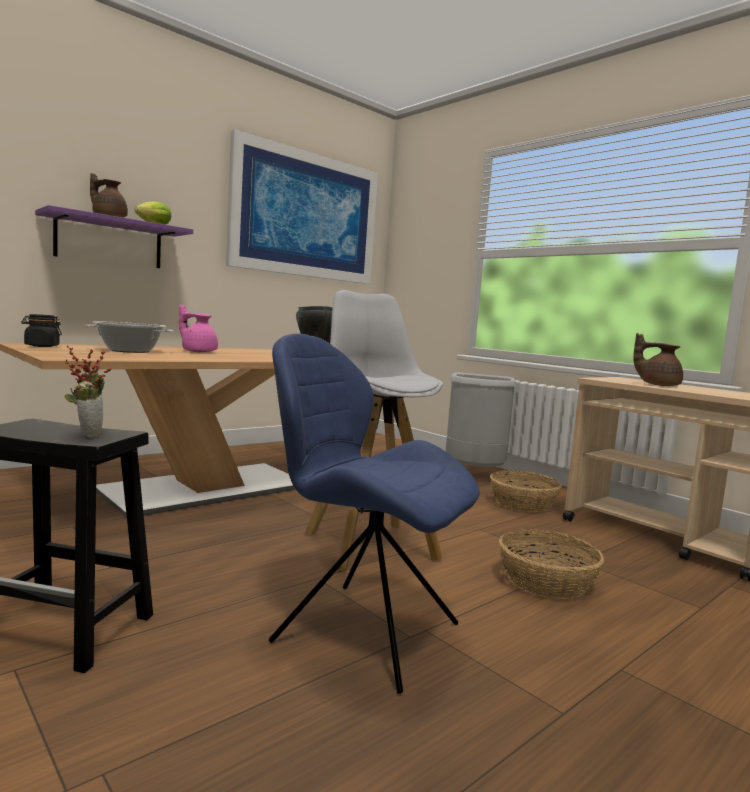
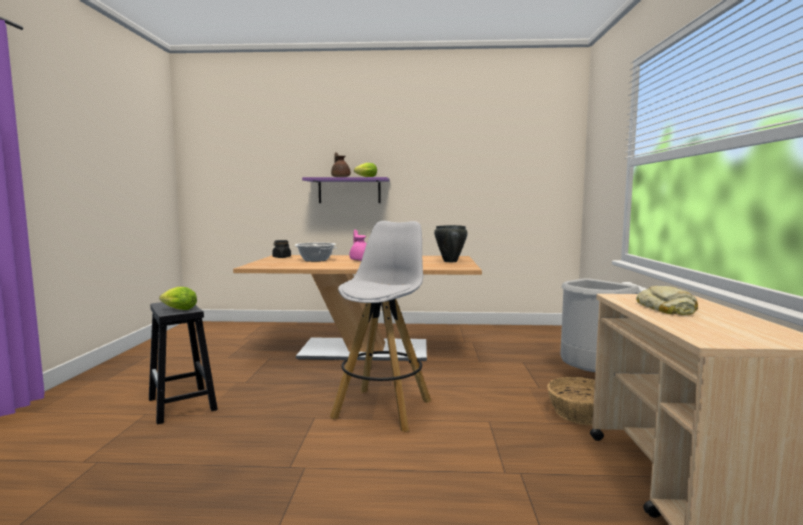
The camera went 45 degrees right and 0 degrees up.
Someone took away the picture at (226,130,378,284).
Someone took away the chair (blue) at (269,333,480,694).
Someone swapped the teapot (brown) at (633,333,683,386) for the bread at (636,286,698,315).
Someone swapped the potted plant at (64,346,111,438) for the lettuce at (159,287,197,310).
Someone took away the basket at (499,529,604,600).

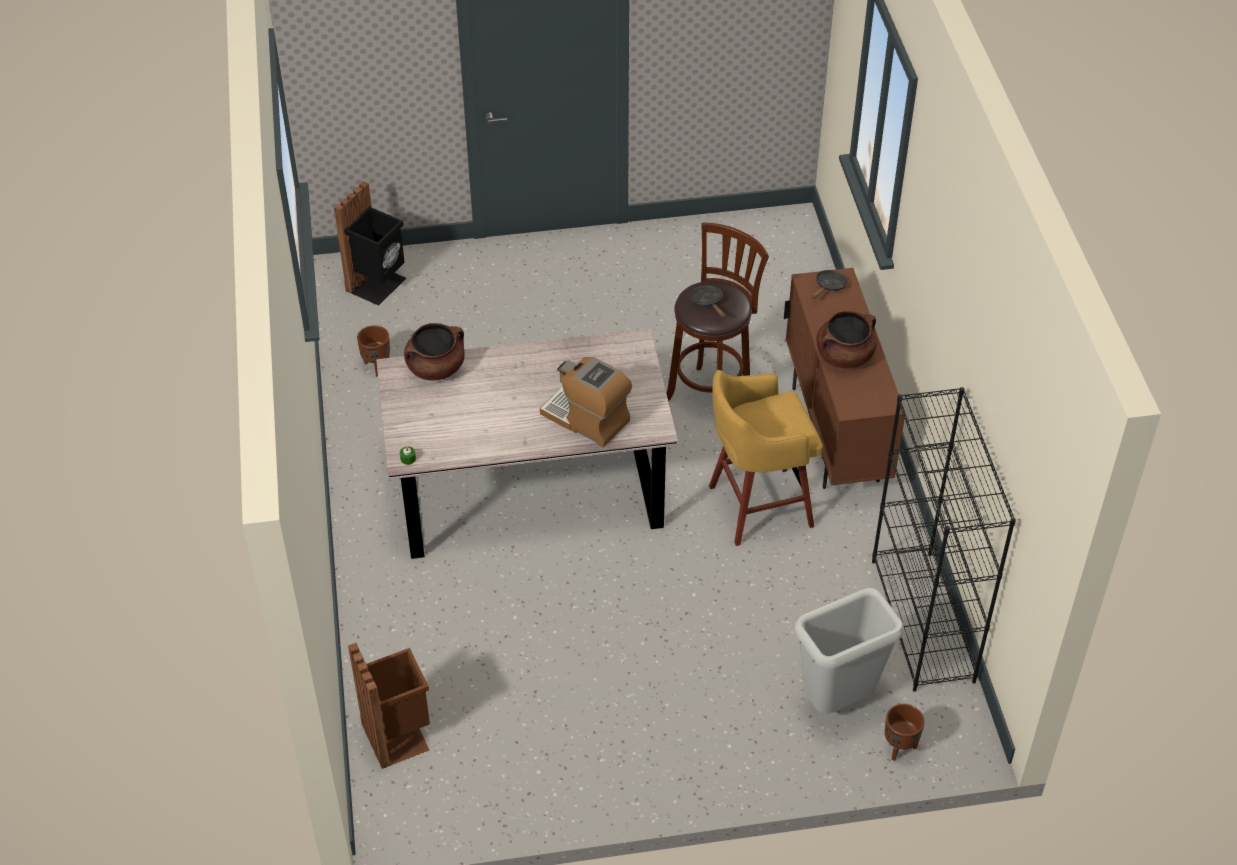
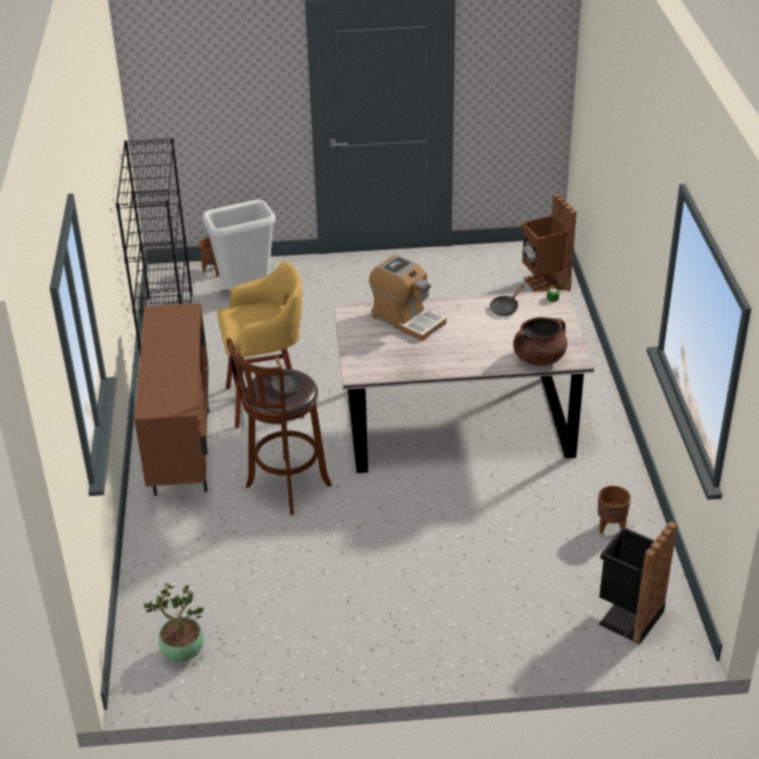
The camera went 175 degrees left and 10 degrees down.
Someone carried the frying pan (black) from (811,270,848,299) to (490,285,524,316).
Someone took away the cooking pot (brown) at (816,311,877,368).
Someone put down the potted plant at (144,583,204,662).

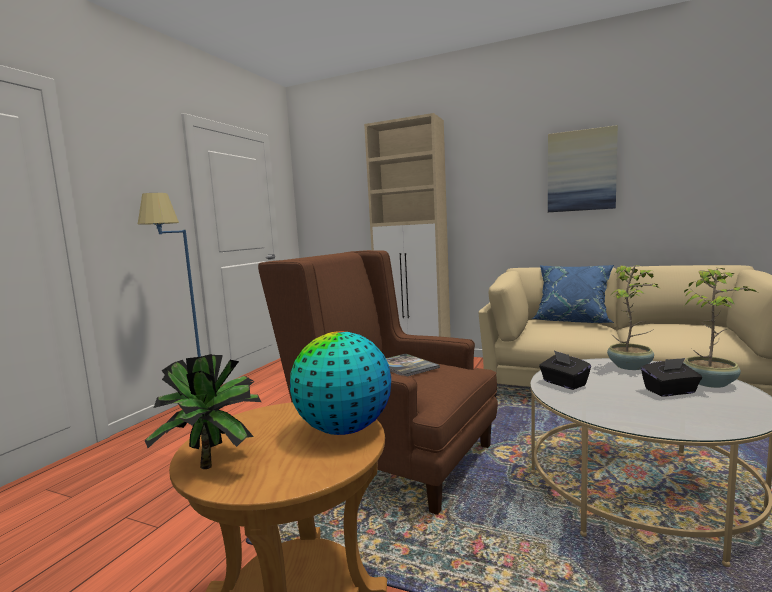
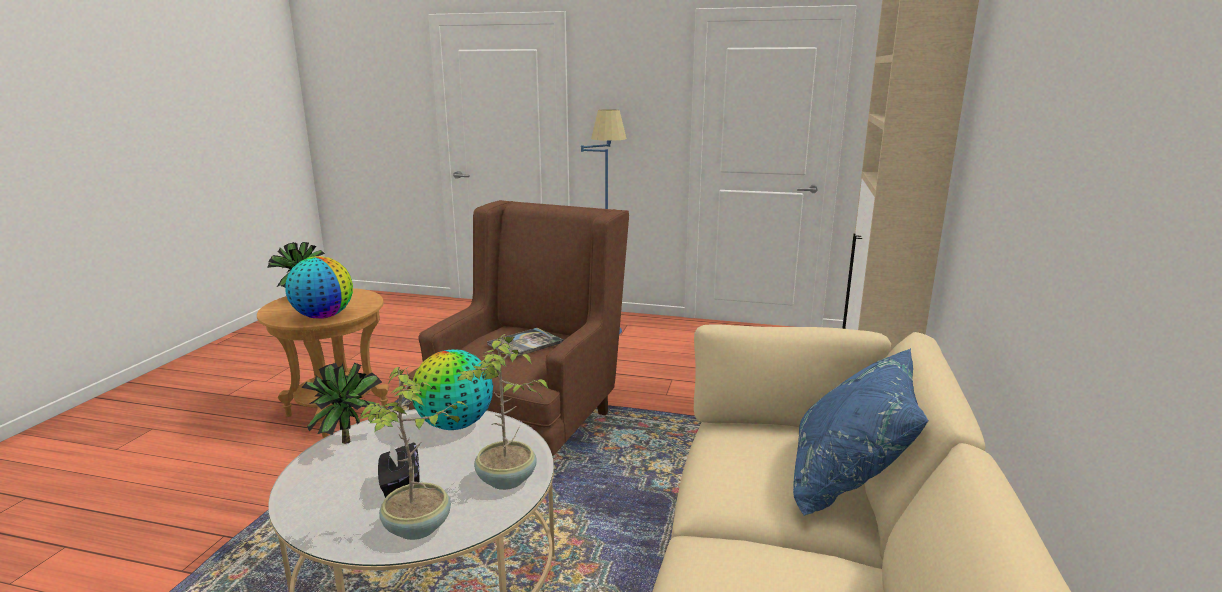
The camera went 80 degrees right and 10 degrees up.
Someone took away the picture at (548,125,618,212).
Someone swapped the tissue box (black) at (539,351,591,390) for the globe at (412,349,493,430).
Someone put down the potted plant at (301,362,385,444).

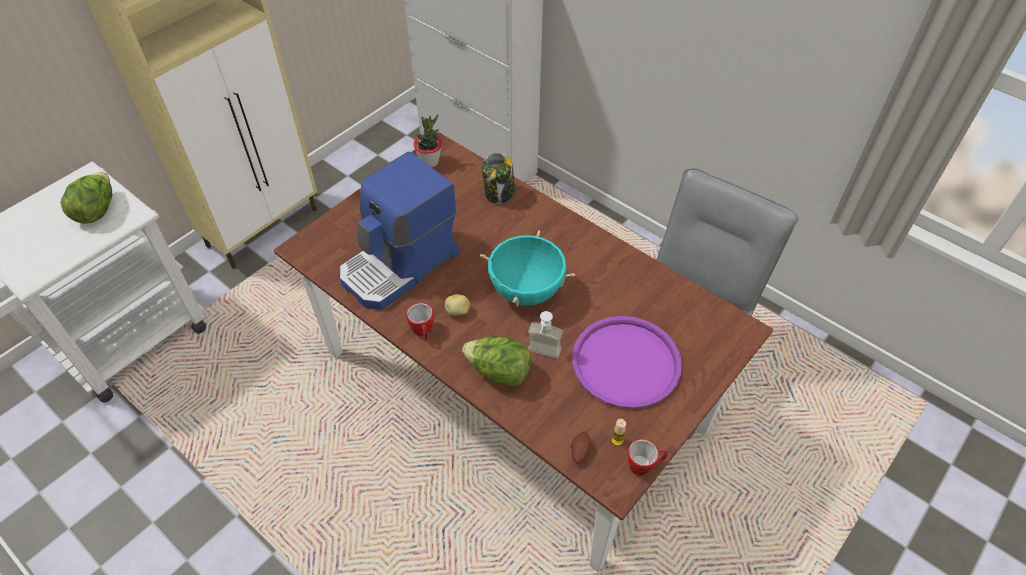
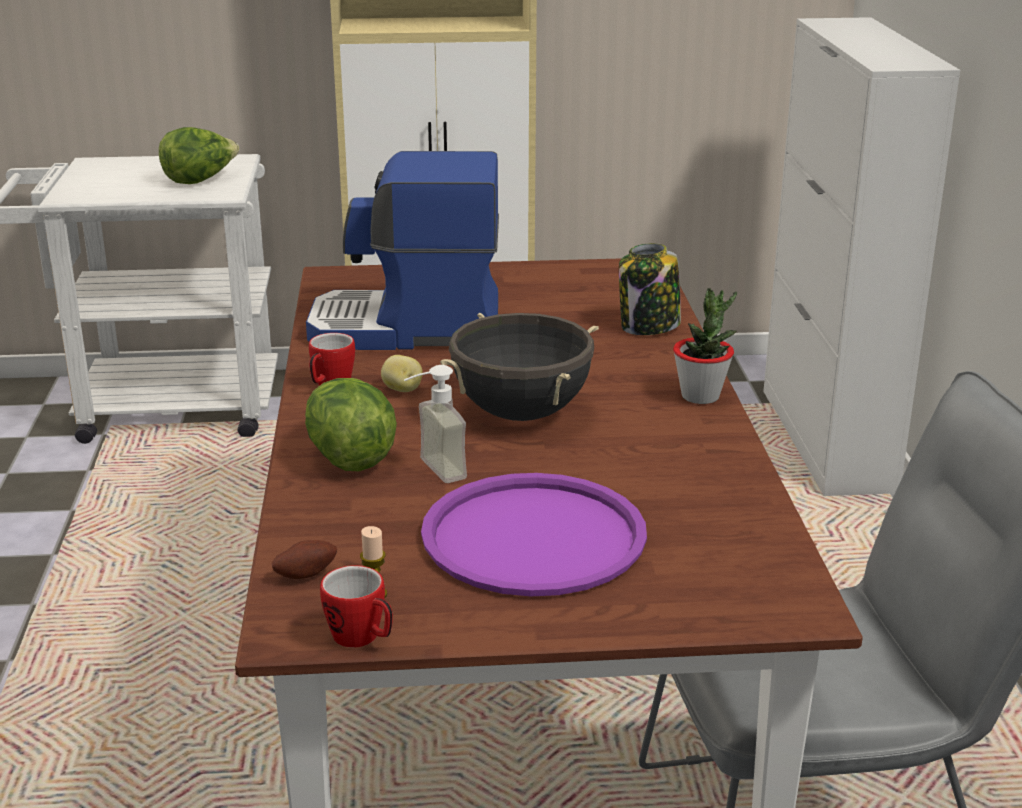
The camera went 45 degrees right and 25 degrees down.
Someone carried the potted plant from (413,114,442,167) to (673,288,737,404).
Someone repainted the cooking pot (turquoise) at (480,230,575,306), which became the cooking pot (black) at (440,313,599,421).

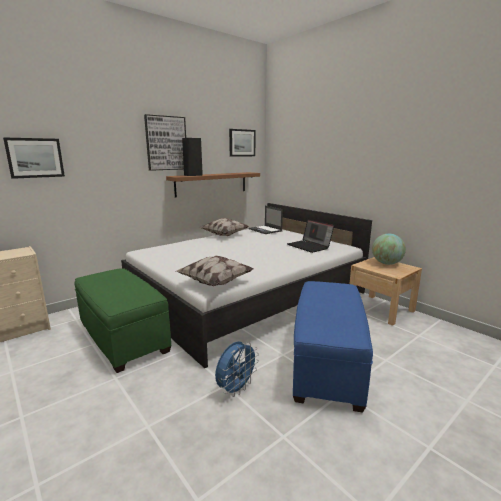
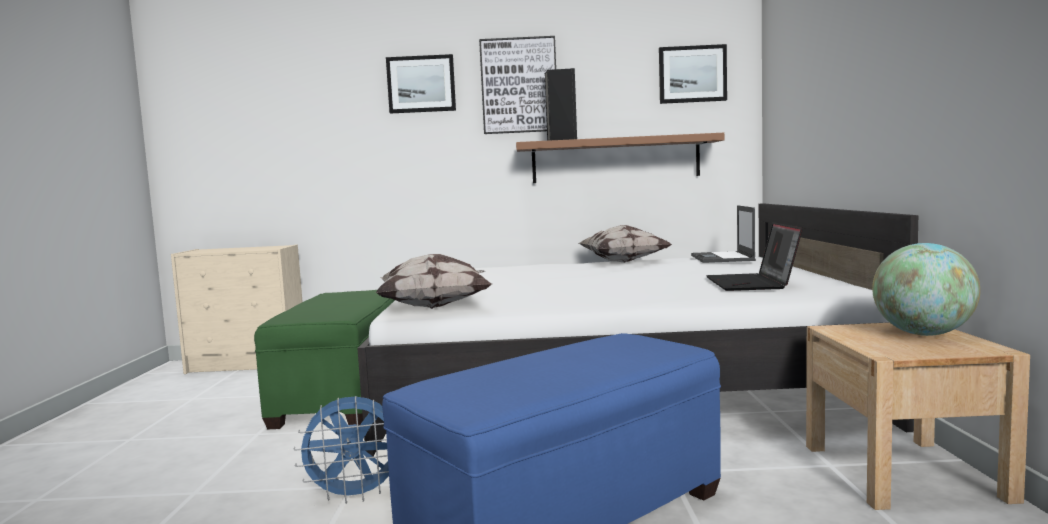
The camera went 40 degrees right and 10 degrees down.
Someone carried the picture from (3,137,65,179) to (386,54,456,114).

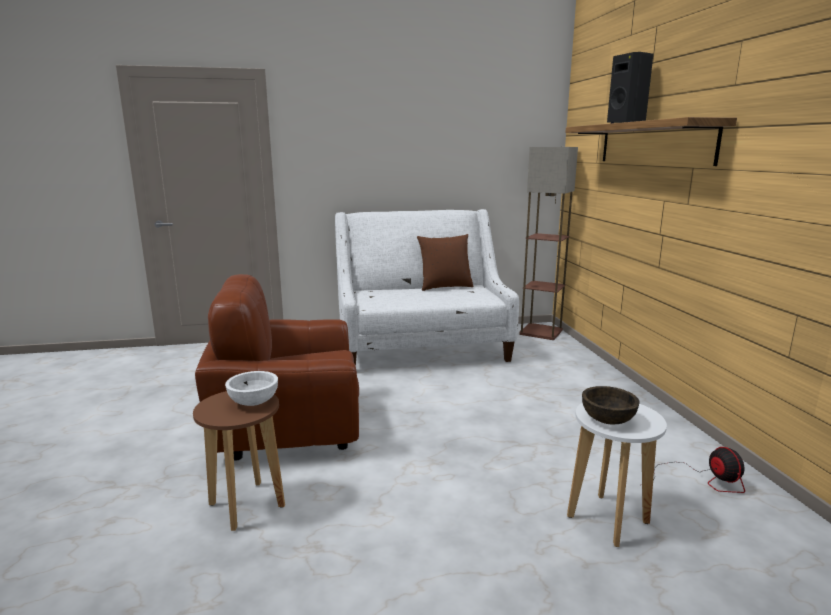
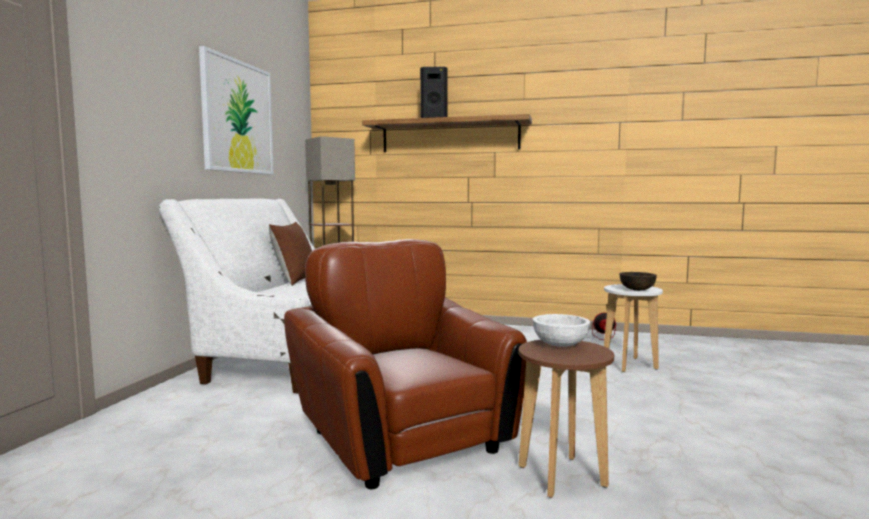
The camera went 65 degrees left and 10 degrees down.
Someone rotated the armchair (brown) at (195,274,359,460) by 135 degrees clockwise.
Someone put up the picture at (199,46,274,175).

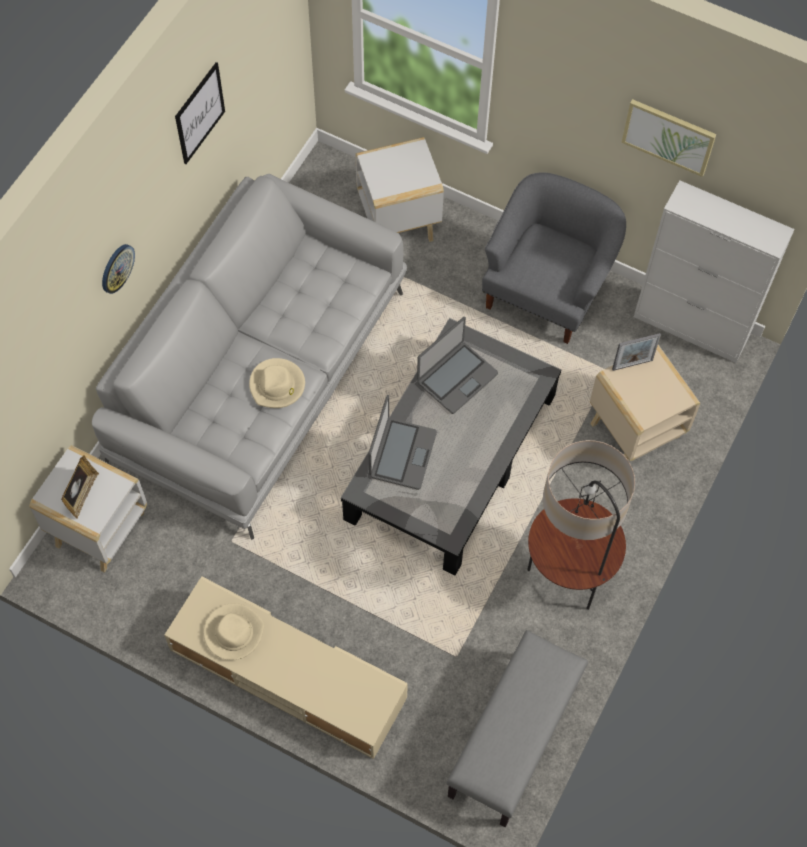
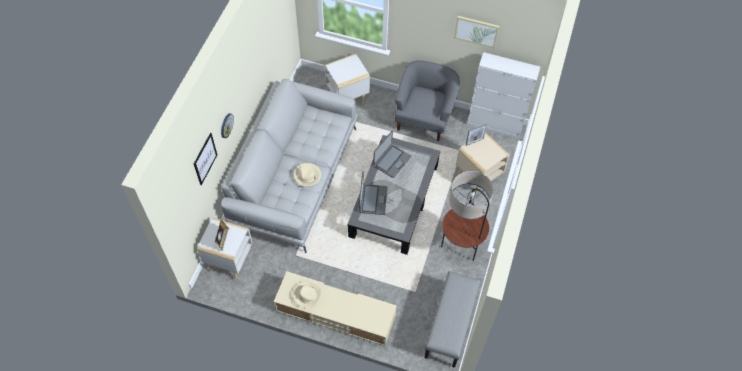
The camera went 10 degrees left and 5 degrees down.
Someone carried the picture from (175,62,225,164) to (194,133,217,185).

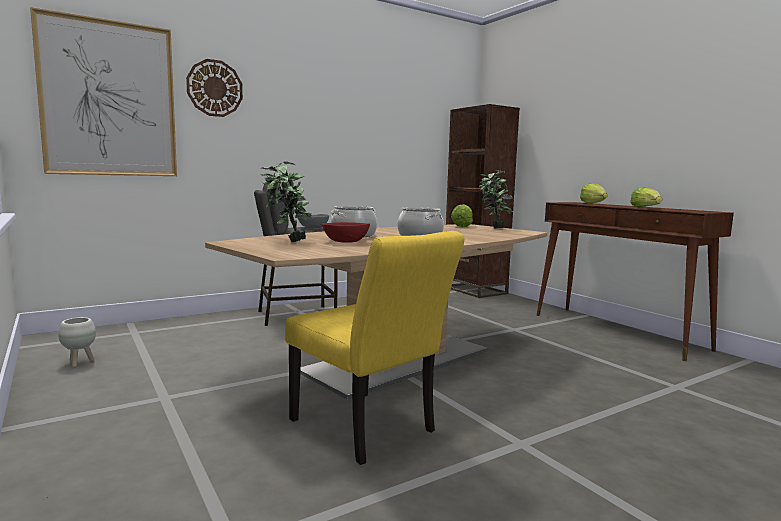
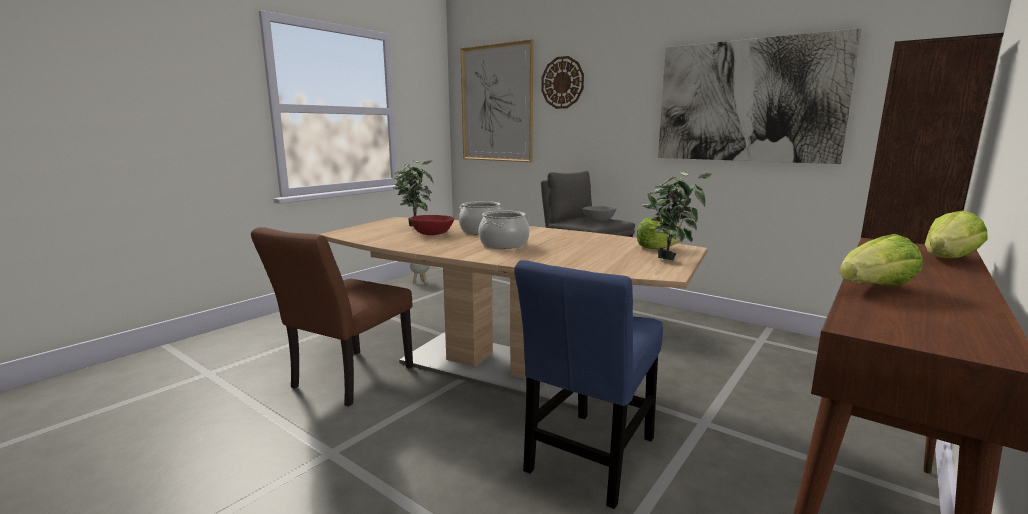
The camera went 70 degrees right and 5 degrees up.
Someone repainted the chair (yellow) at (285,231,464,465), which became the chair (brown) at (251,227,413,406).
Someone put up the picture at (658,28,862,164).
Someone put down the chair (blue) at (514,260,663,509).

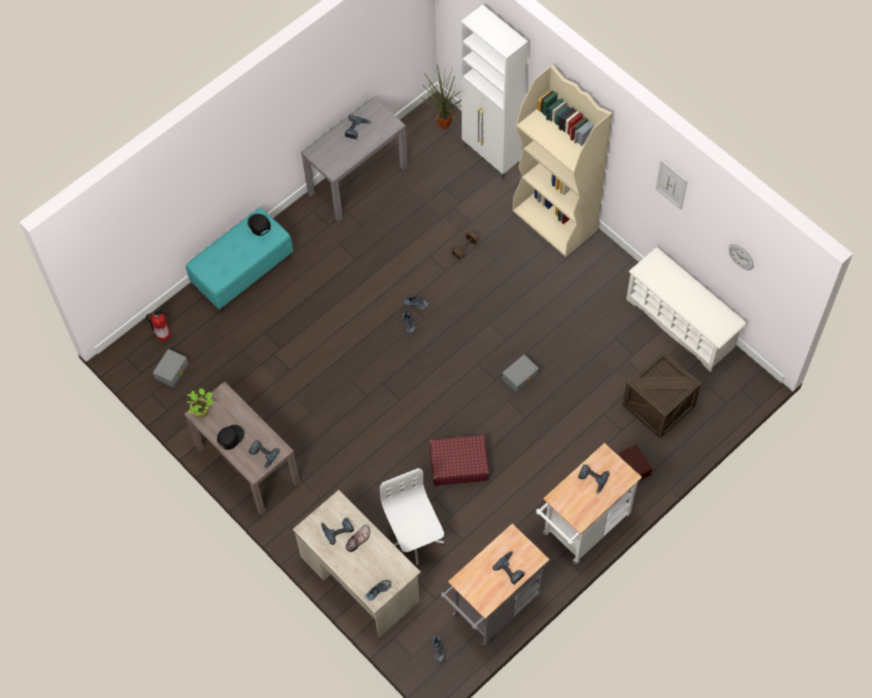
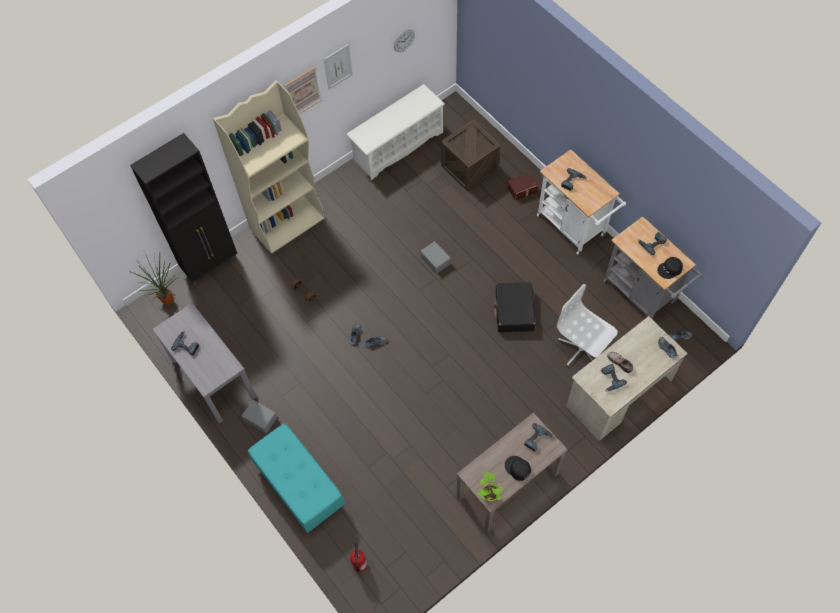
The camera went 85 degrees left and 0 degrees up.
Someone repainted the cabinet (white) at (461,4,528,179), which became the cabinet (black) at (130,133,237,286).
Someone carried the cap (black) from (248,214,271,236) to (657,257,683,279).
Someone carried the storage box (grey) from (153,349,189,387) to (241,400,277,434).
Someone repainted the suitcase (red) at (430,435,489,486), which became the suitcase (black) at (494,282,535,332).
Someone rotated the office chair (white) at (380,468,444,566) by 60 degrees clockwise.
Someone put up the picture at (284,66,322,114).

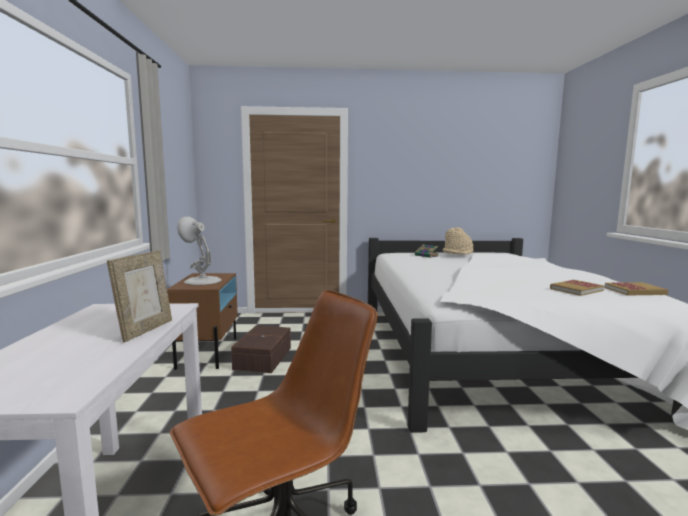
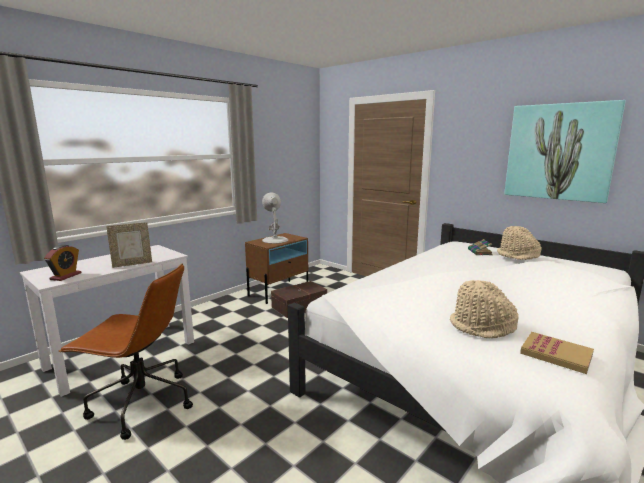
The camera went 45 degrees right and 5 degrees up.
Someone swapped the book at (550,280,604,296) for the hat (beige) at (450,280,519,338).
Someone put up the picture at (504,100,626,203).
Someone put down the alarm clock at (44,245,82,281).

